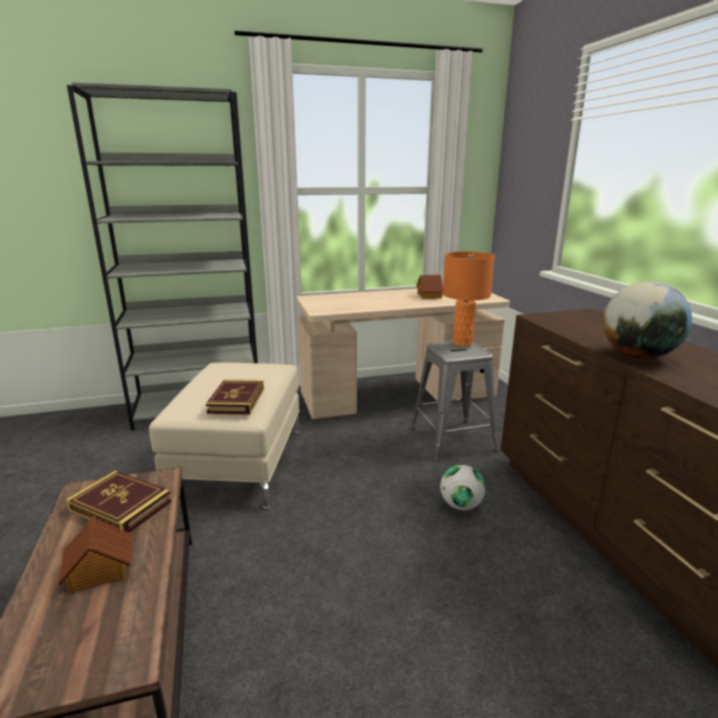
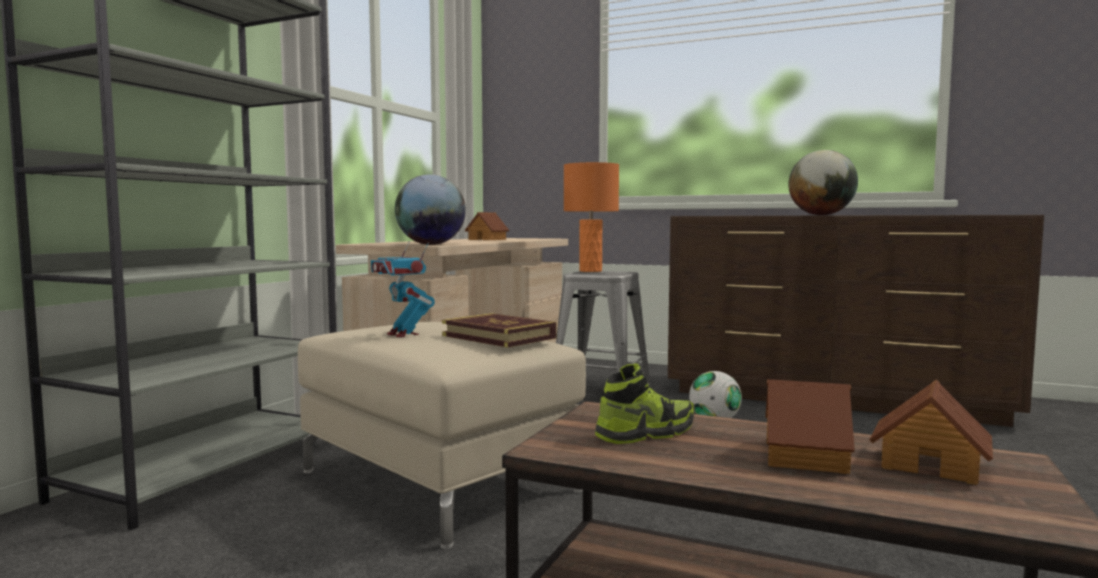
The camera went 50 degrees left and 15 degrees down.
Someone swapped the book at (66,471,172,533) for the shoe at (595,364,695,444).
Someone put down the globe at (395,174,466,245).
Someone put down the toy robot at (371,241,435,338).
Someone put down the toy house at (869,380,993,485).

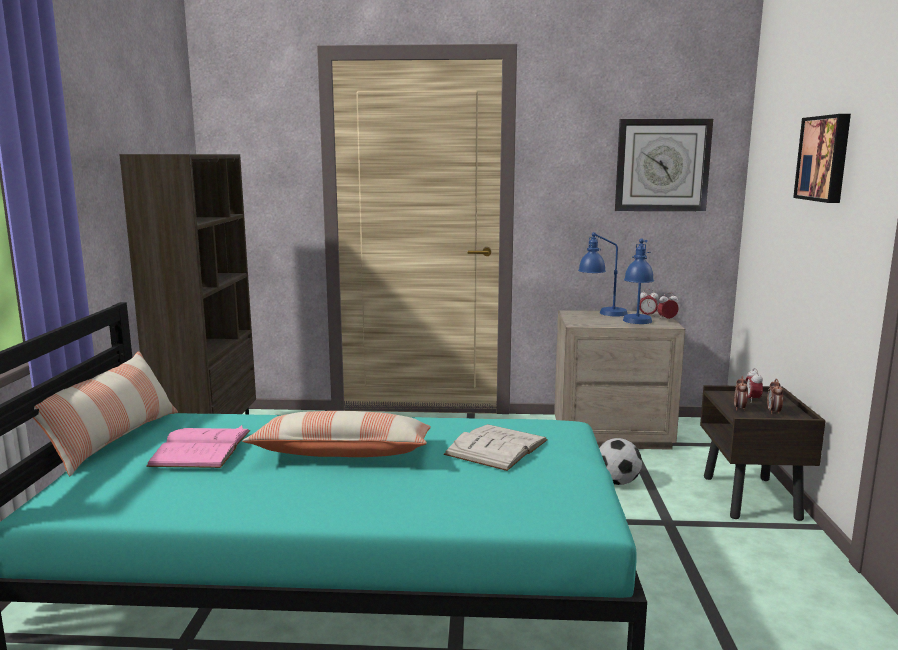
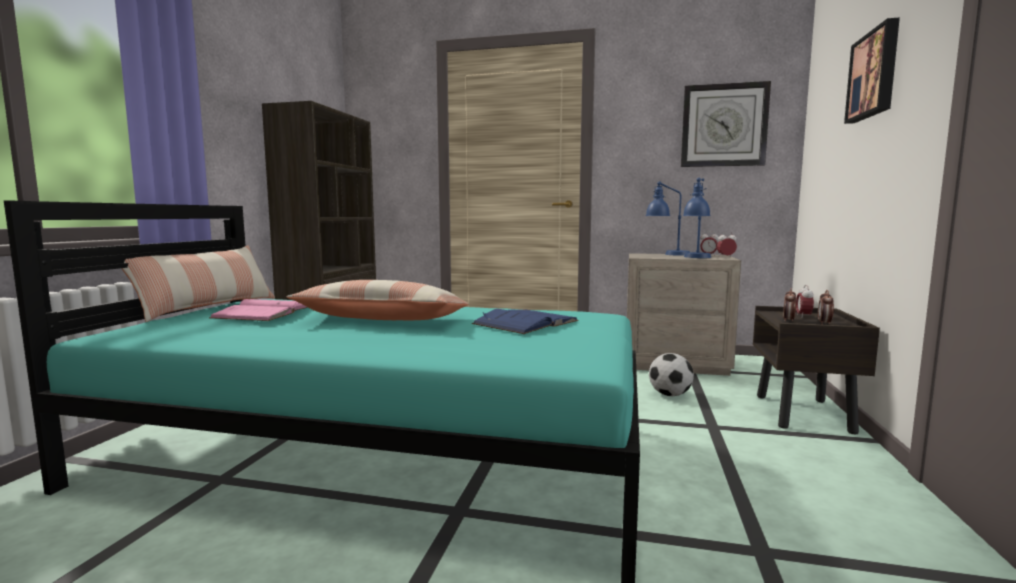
The camera went 10 degrees right and 5 degrees down.
Someone repainted the book (white) at (443,424,548,471), which became the book (blue) at (472,309,578,334).

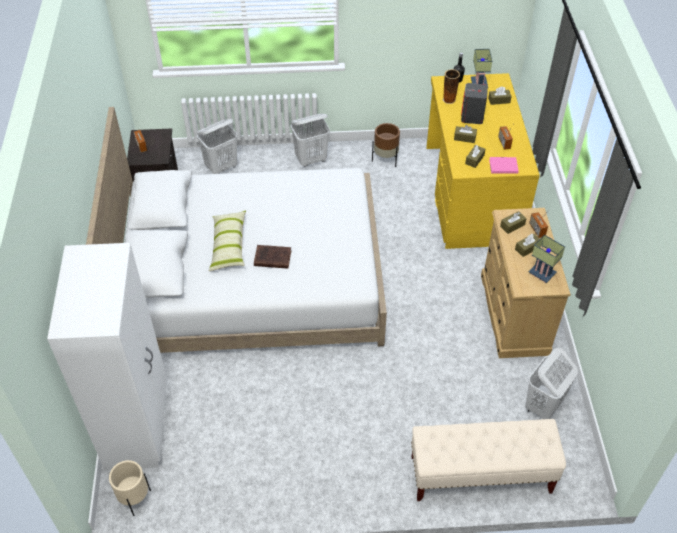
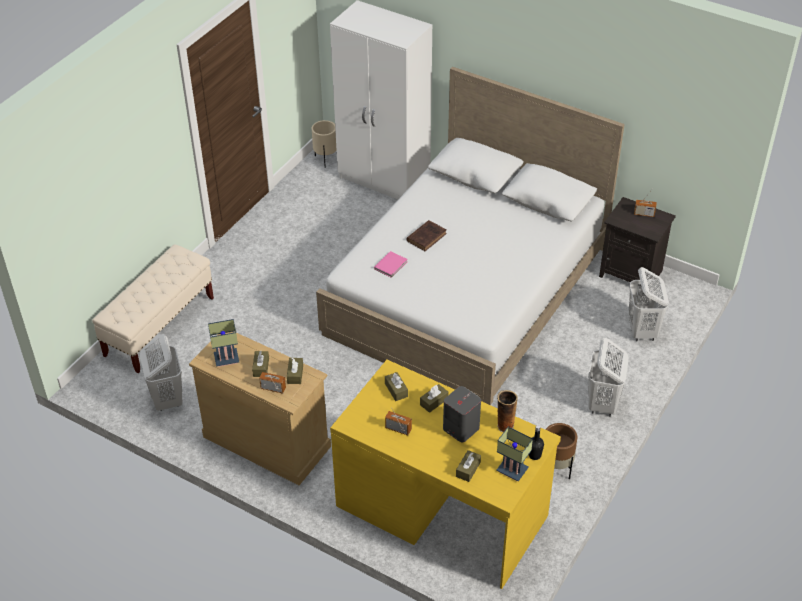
The camera went 125 degrees right and 5 degrees down.
Someone carried the book (pink) from (489,157,519,174) to (374,251,408,278).
Someone took away the pillow at (209,211,246,271).

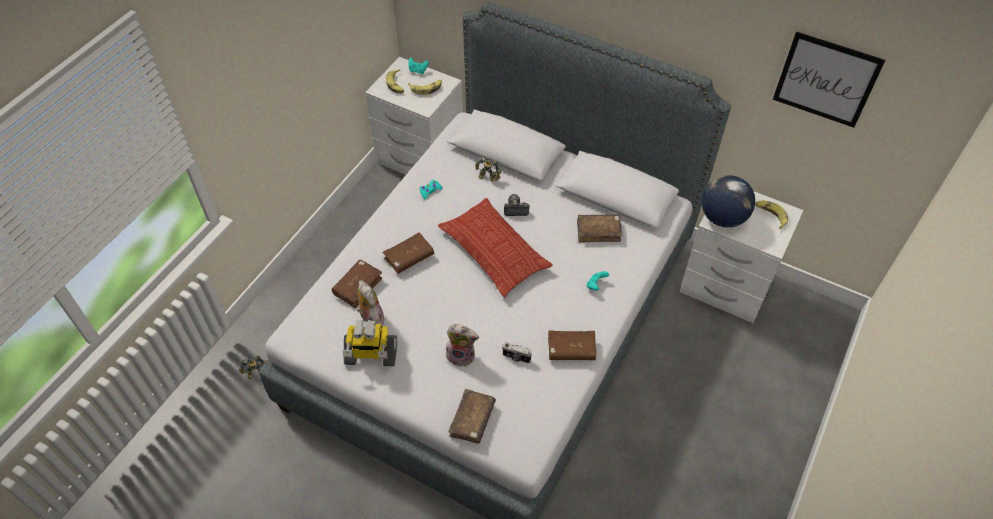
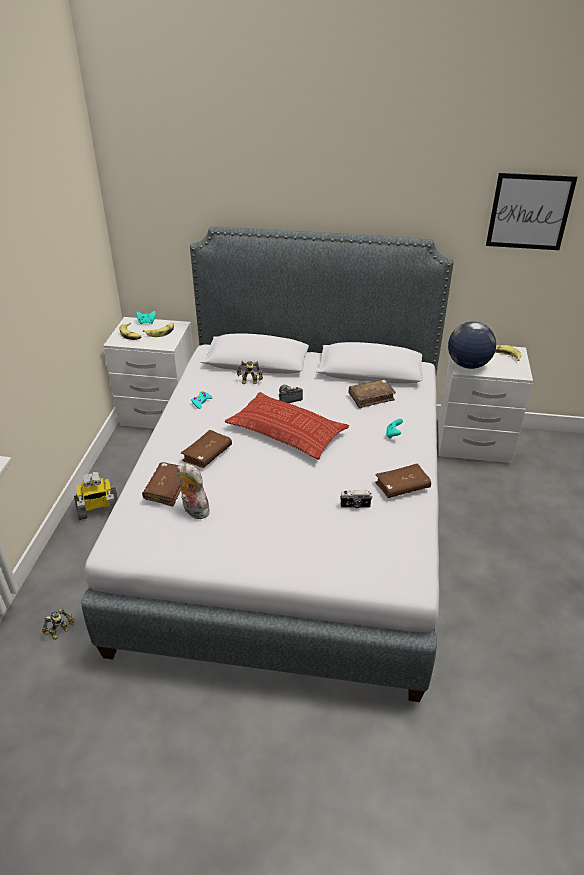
The camera went 20 degrees left and 15 degrees down.
Someone carried the toy robot from (343,320,397,366) to (74,472,118,520).
Someone took away the plush toy at (446,324,479,367).
Someone took away the book (brown) at (448,389,496,443).

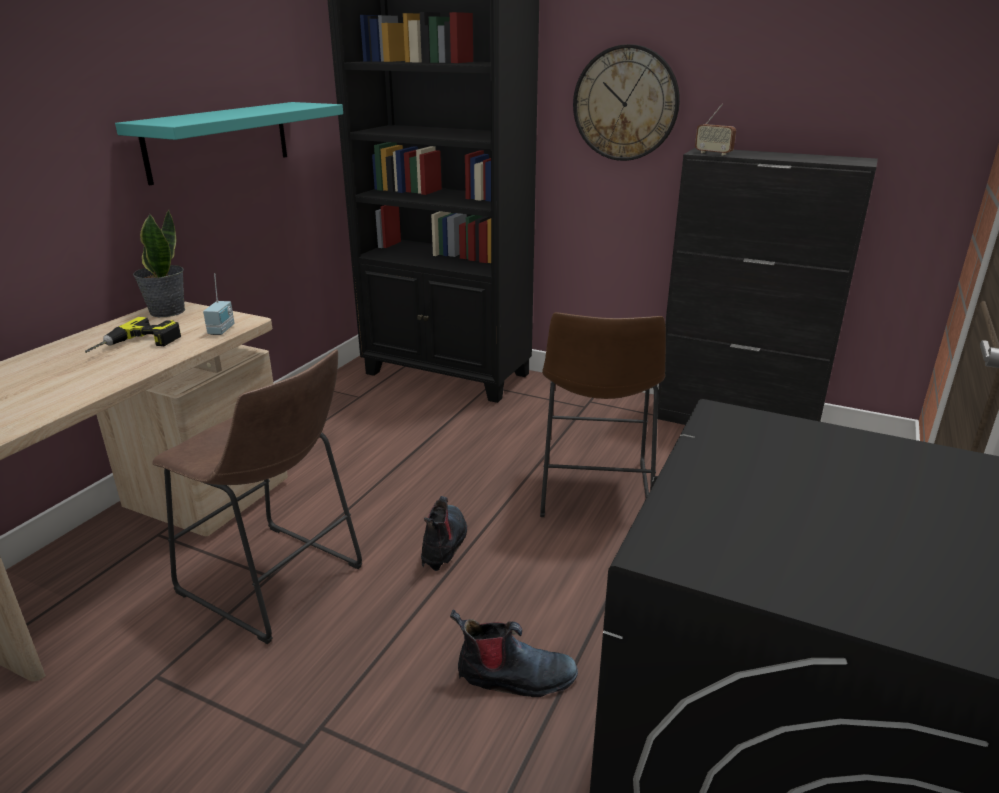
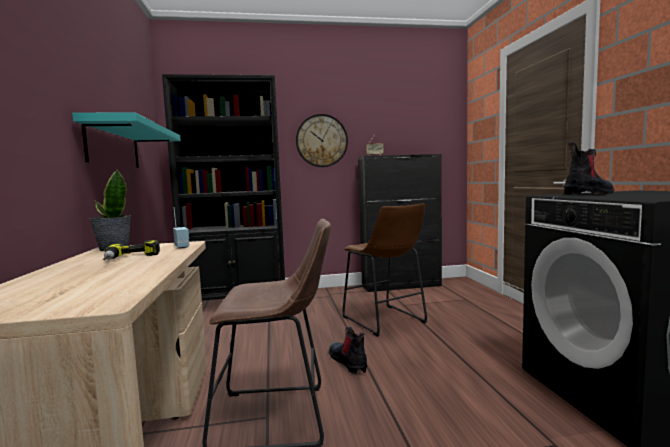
The camera went 35 degrees left and 20 degrees down.
Someone carried the boot from (450,609,578,697) to (564,142,615,194).

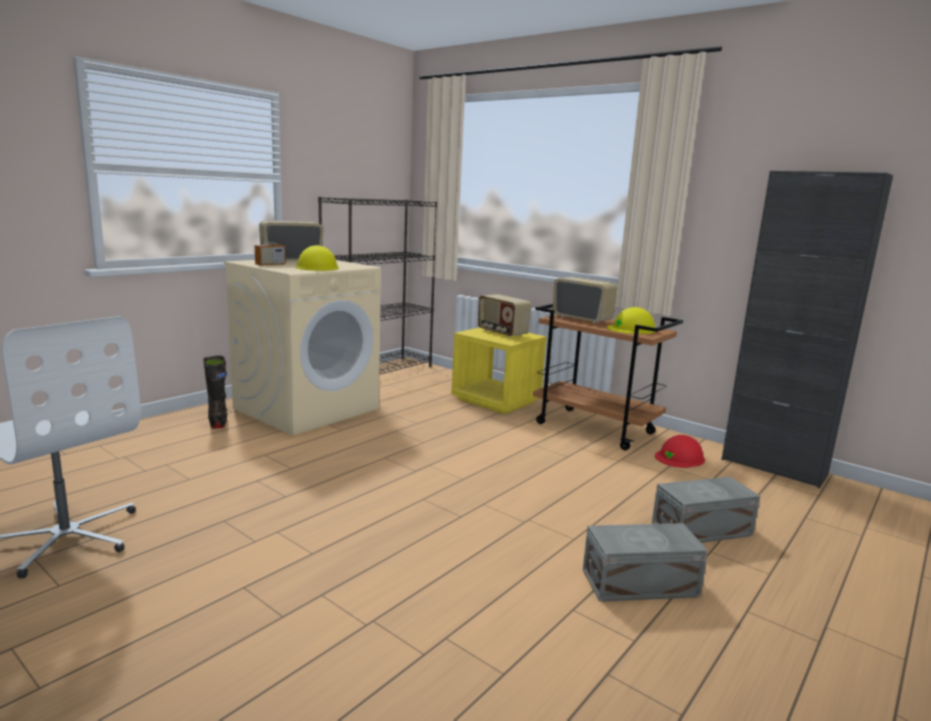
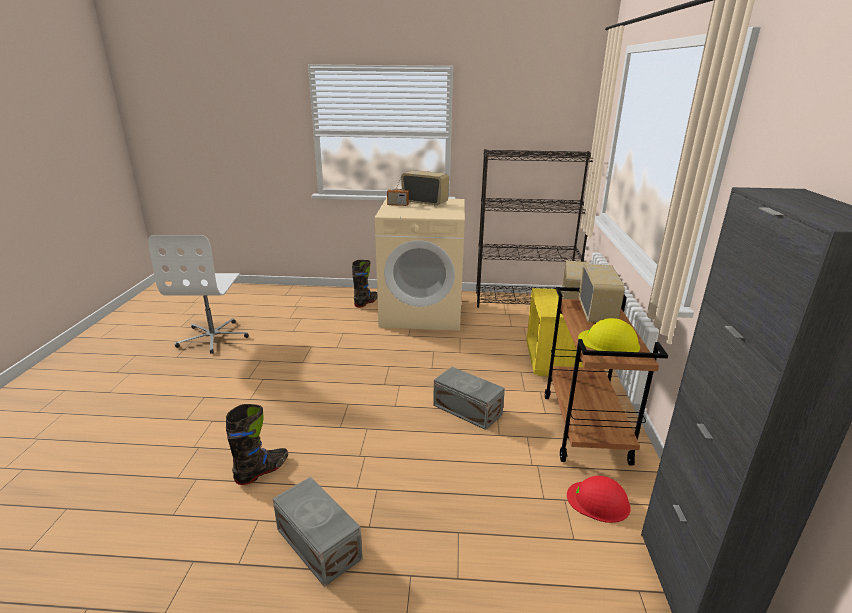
The camera went 55 degrees right and 10 degrees up.
Someone took away the hard hat (yellow) at (296,245,339,271).
Someone carried the storage box (grey) from (652,477,760,543) to (433,367,505,430).
Someone put down the boot (black) at (226,404,288,485).

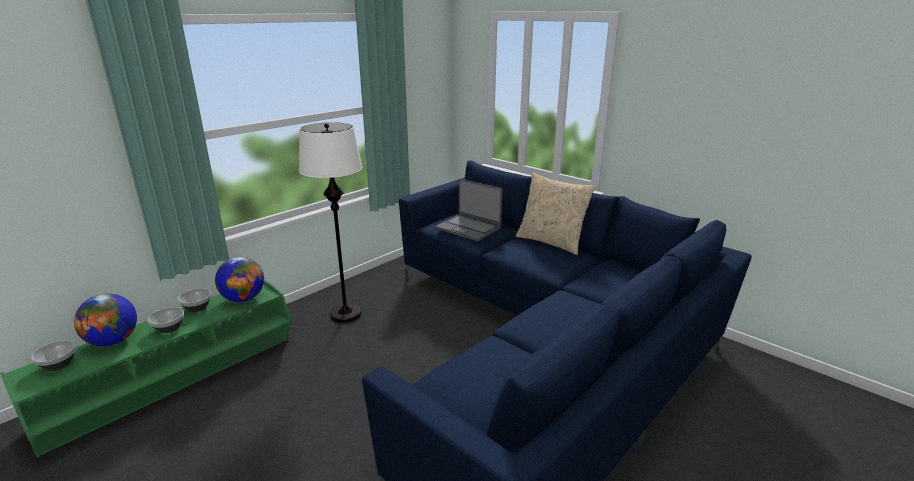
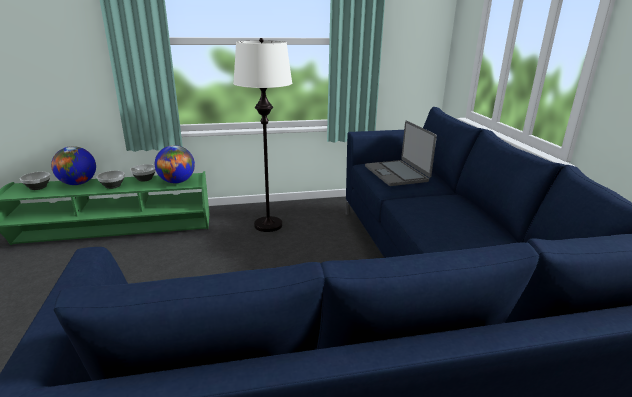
The camera went 35 degrees right and 0 degrees up.
Someone took away the pillow (beige) at (516,173,596,255).

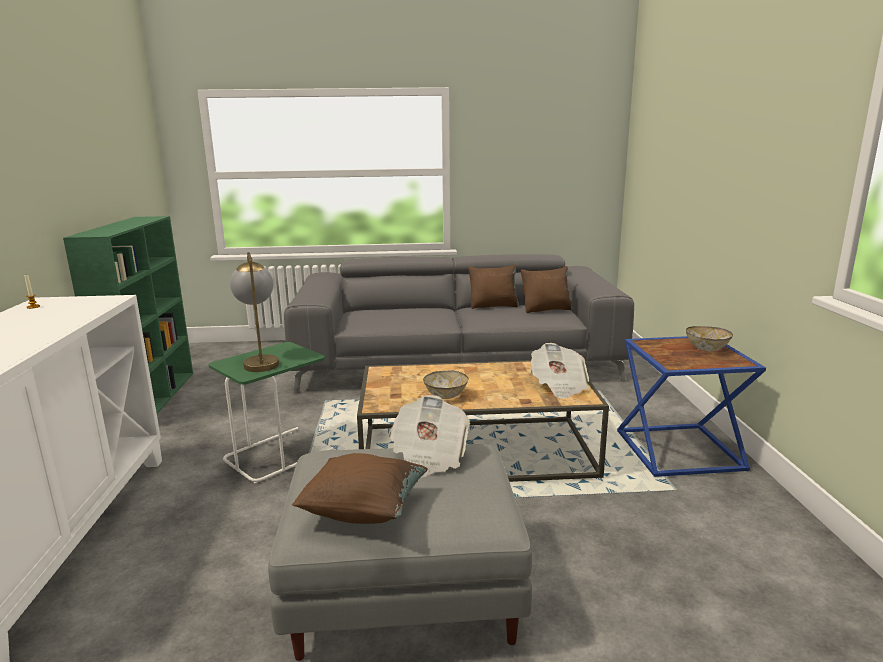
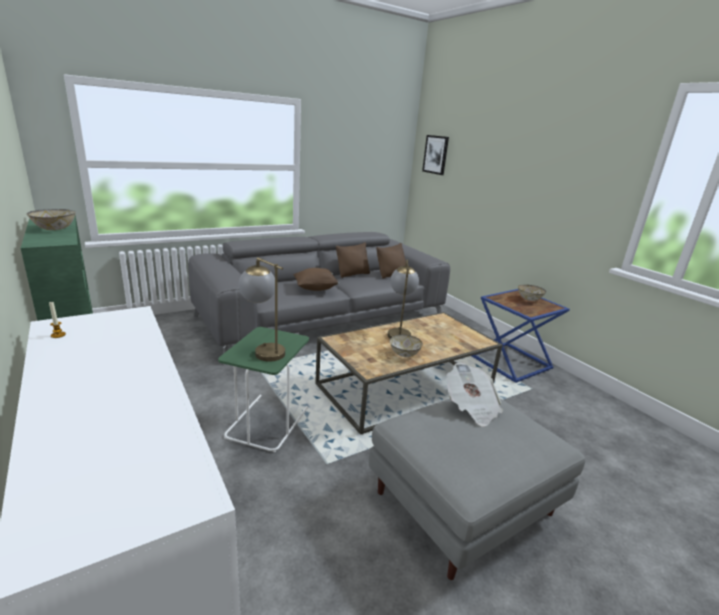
The camera went 30 degrees left and 5 degrees up.
Someone took away the newspaper at (530,343,589,399).
Someone carried the pillow (brown) from (292,453,428,524) to (293,268,339,291).
Someone put up the picture at (422,135,449,175).
Someone put down the bowl at (27,209,76,230).
Someone put down the table lamp at (388,260,419,338).

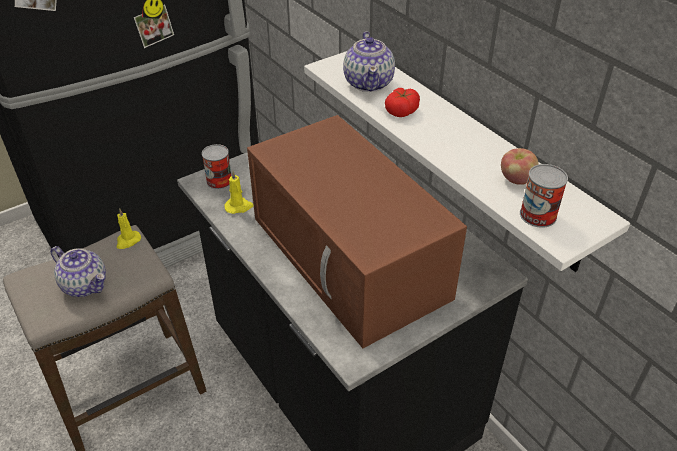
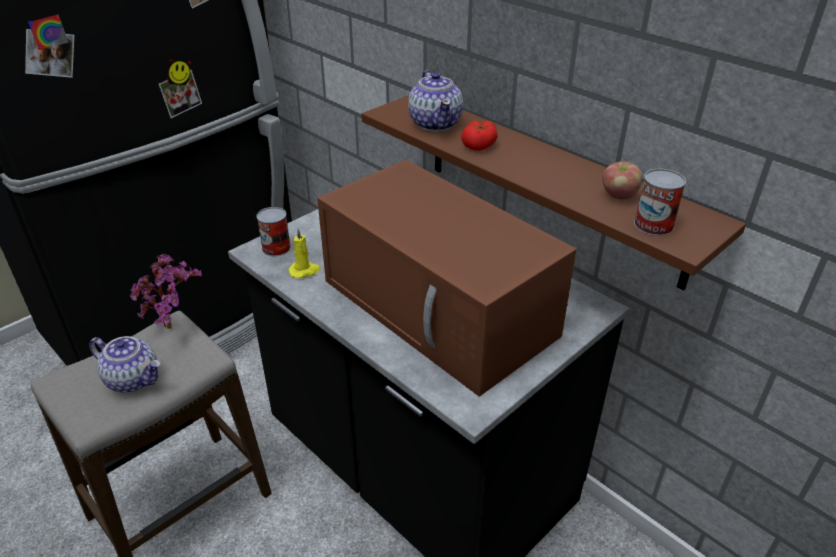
The camera went 10 degrees left and 5 degrees down.
Someone repainted the shelf (white) at (304,51,630,272), which became the shelf (brown) at (362,95,746,290).
Someone swapped the candle (yellow) at (116,208,141,249) for the potted plant at (130,254,202,329).

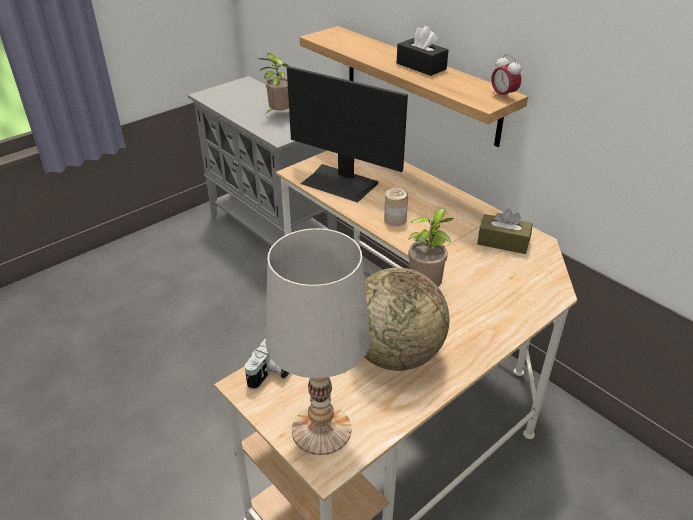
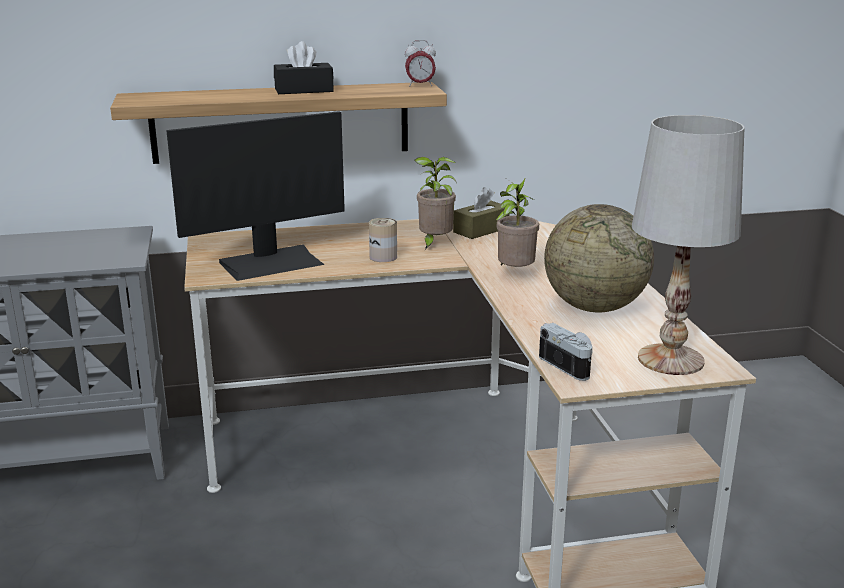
The camera went 60 degrees left and 15 degrees down.
Someone carried the potted plant from (258,53,289,114) to (415,157,457,250).

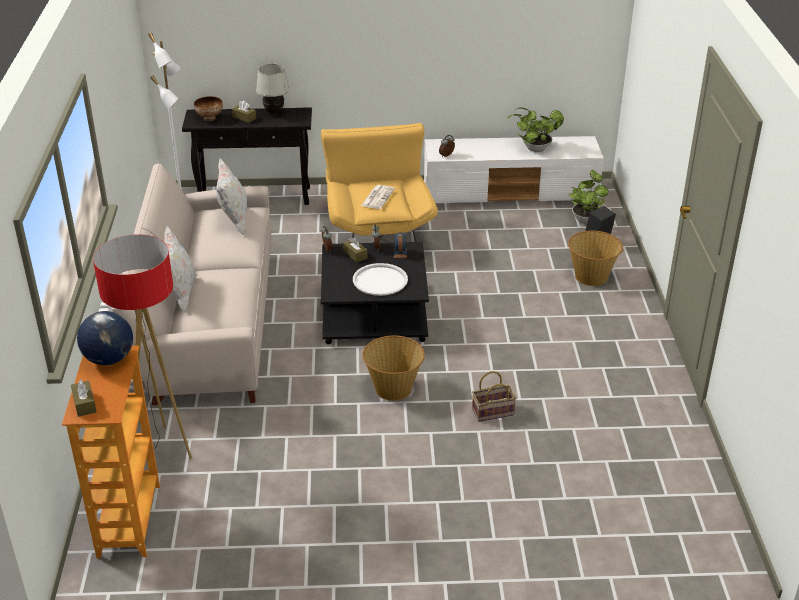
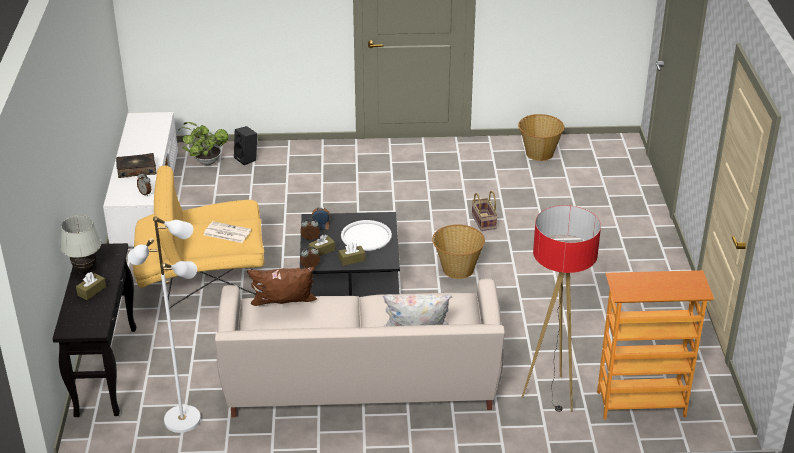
The camera went 90 degrees left and 0 degrees up.
Someone took away the bowl at (194,96,223,121).
Someone took away the potted plant at (507,107,564,152).
Someone repainted the pillow (white) at (216,158,247,235), which became the pillow (brown) at (247,267,317,306).
Someone carried the basket from (568,231,623,286) to (518,114,565,161).
Someone took away the globe at (77,311,133,365).
Someone carried the tissue box (brown) from (71,379,97,417) to (339,243,365,266).
Someone put down the book at (116,153,157,178).

